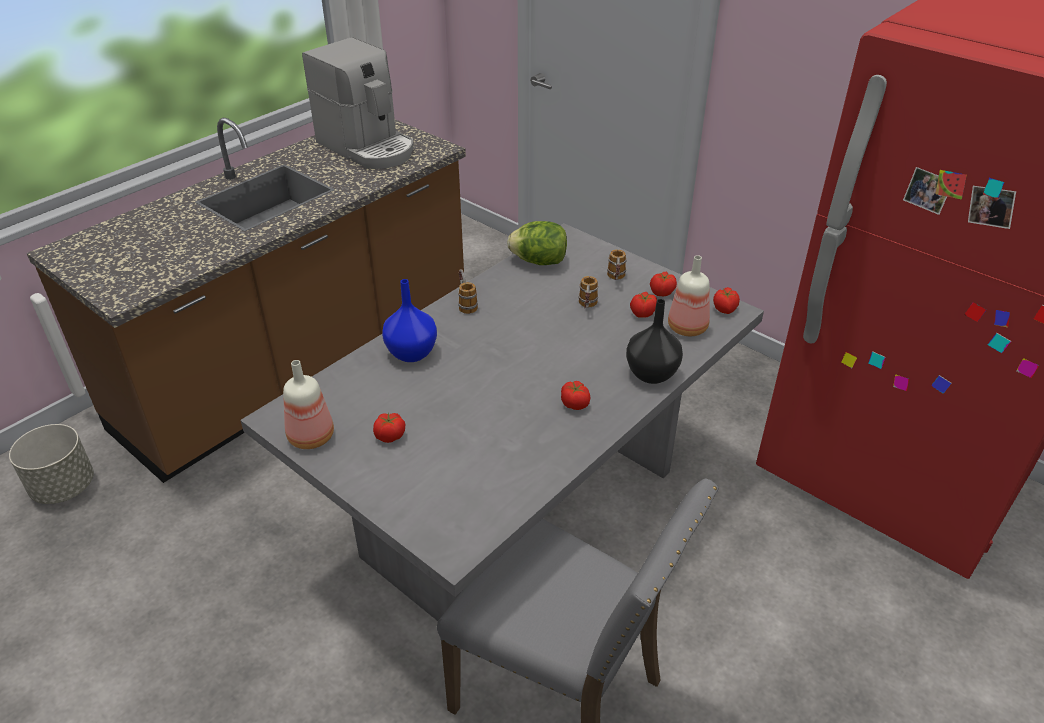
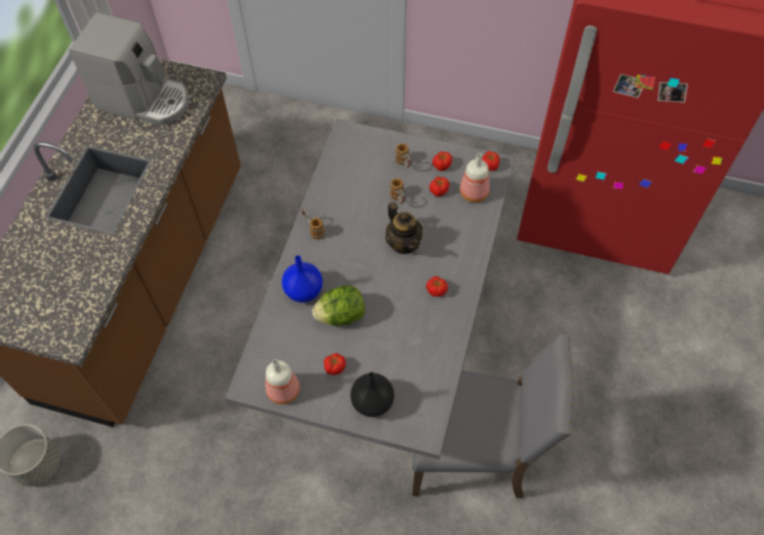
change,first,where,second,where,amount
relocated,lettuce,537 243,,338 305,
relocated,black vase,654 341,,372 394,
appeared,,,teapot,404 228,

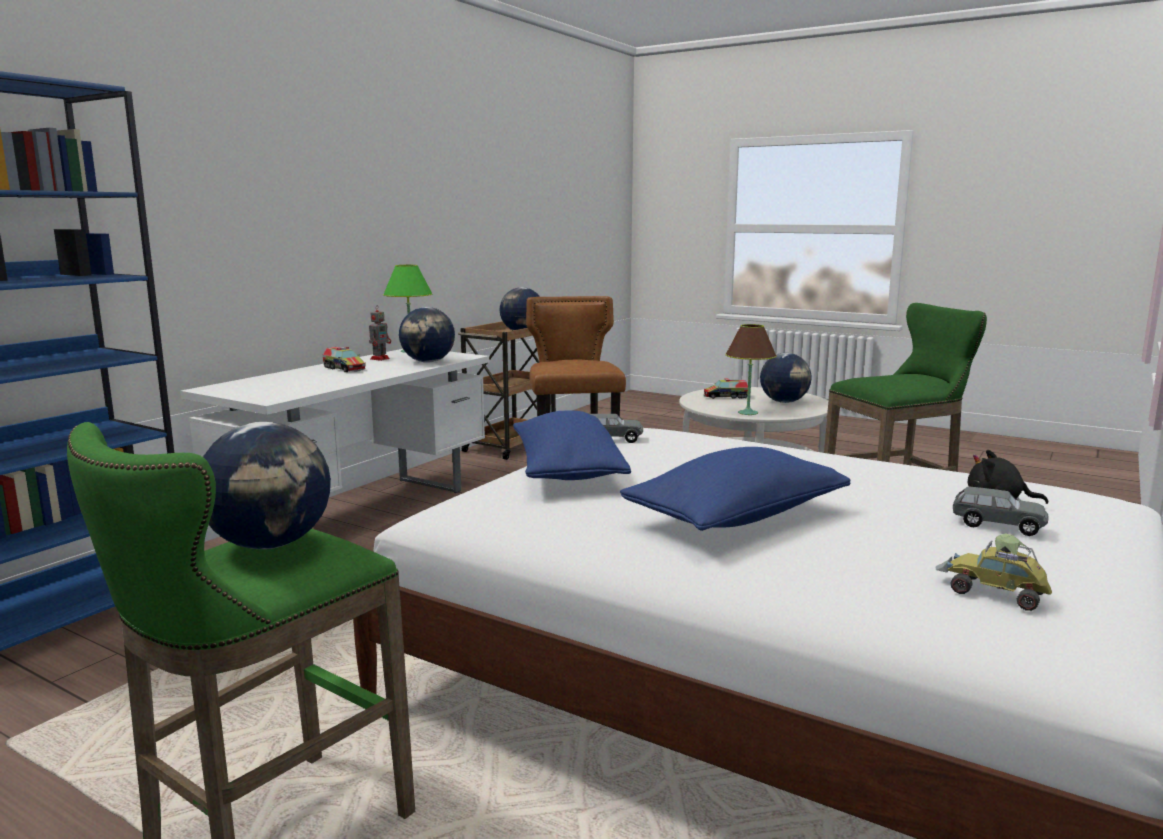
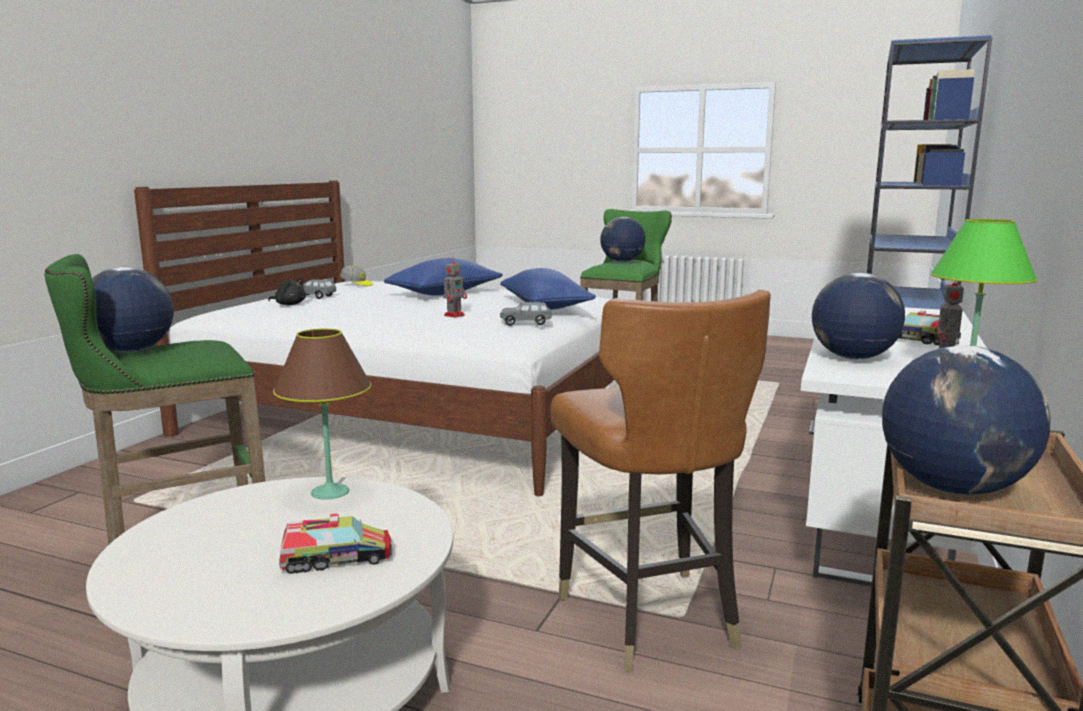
change,first,where,second,where,amount
relocated,globe,786 378,,133 309,
exchanged,toy car,994 572,cap,356 275,
appeared,,,toy robot,455 287,

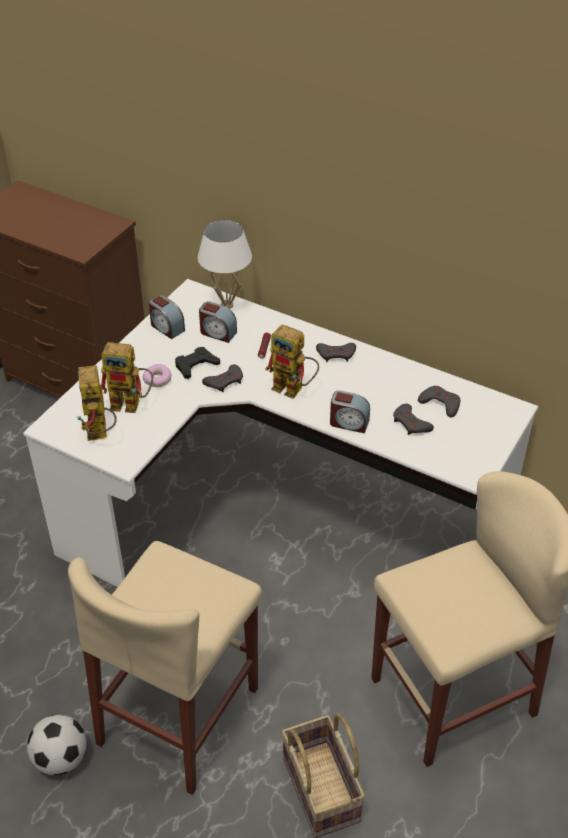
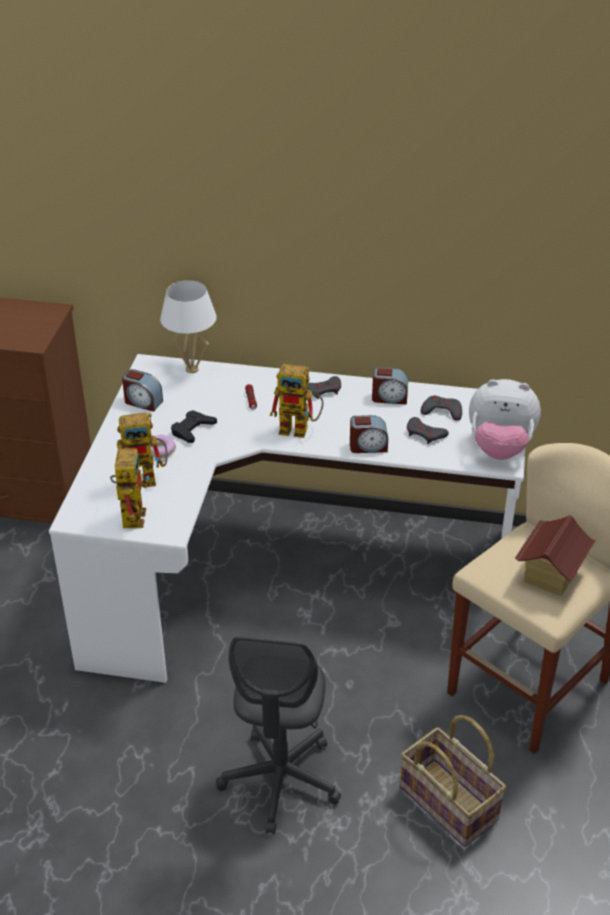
change,first,where,second,where,amount
relocated,alarm clock,218 322,,390 386,
missing,grey game controller,222 378,,,
spun,toy robot,97 403,,130 484,150 degrees counterclockwise
exchanged,beige stool,165 668,grey office chair,278 735,
missing,football,57 744,,,
appeared,,,plush toy,505 419,
appeared,,,toy house,555 555,

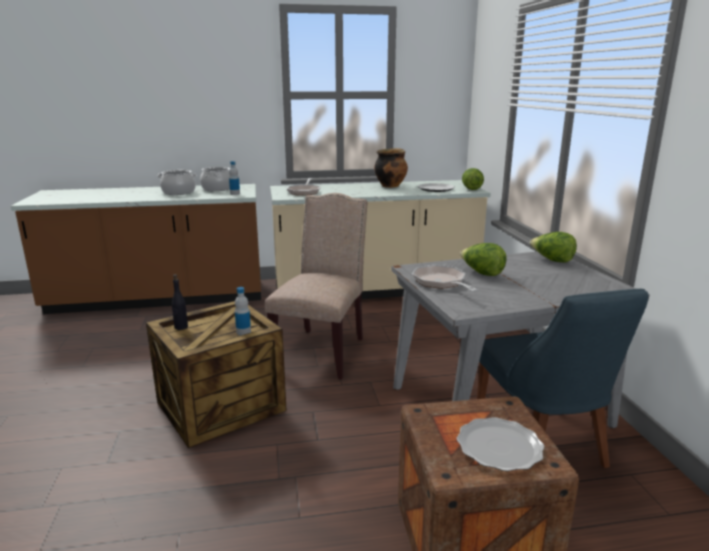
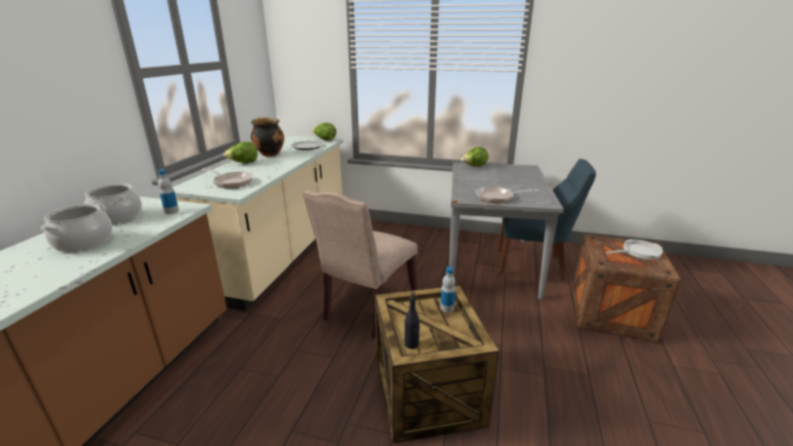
change,first,where,second,where,amount
spun,beige chair,316 286,,360 264,105 degrees counterclockwise
relocated,lettuce,483 259,,240 152,
exchanged,plate,501 444,frying pan,634 249,

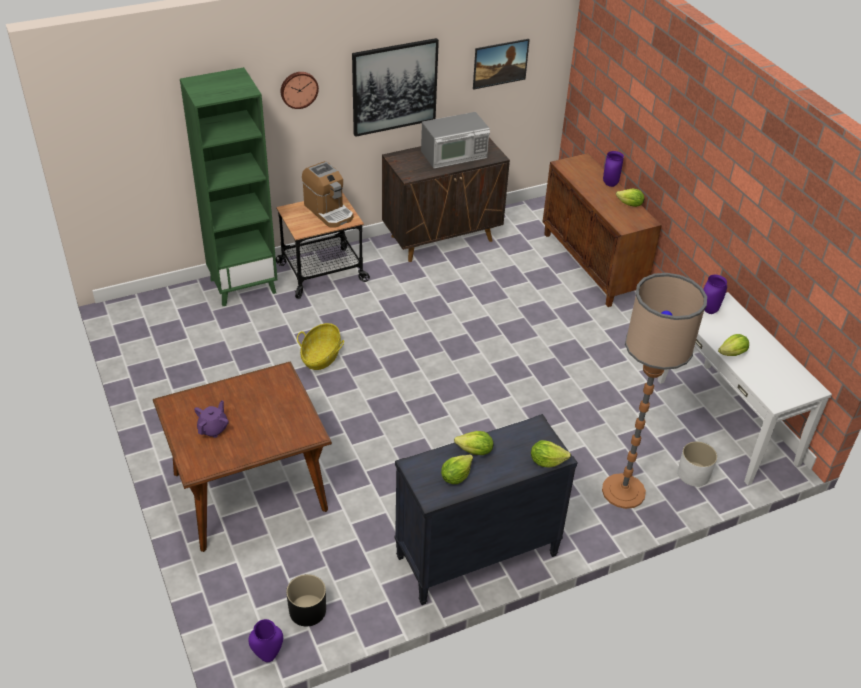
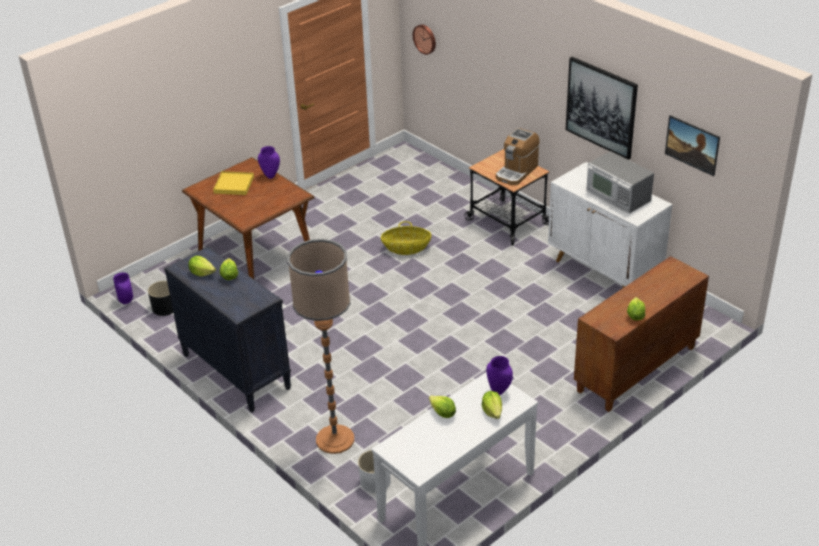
change,first,where,second,where,amount
missing,green bookcase,228 186,,,
relocated,wall clock,299 90,,424 39,
colour,brown cabinet,446 200,white cabinet,610 225,
relocated,purple vase,613 169,,269 162,
exchanged,purple teapot,211 419,yellow tray,233 183,
relocated,lettuce,551 453,,492 405,

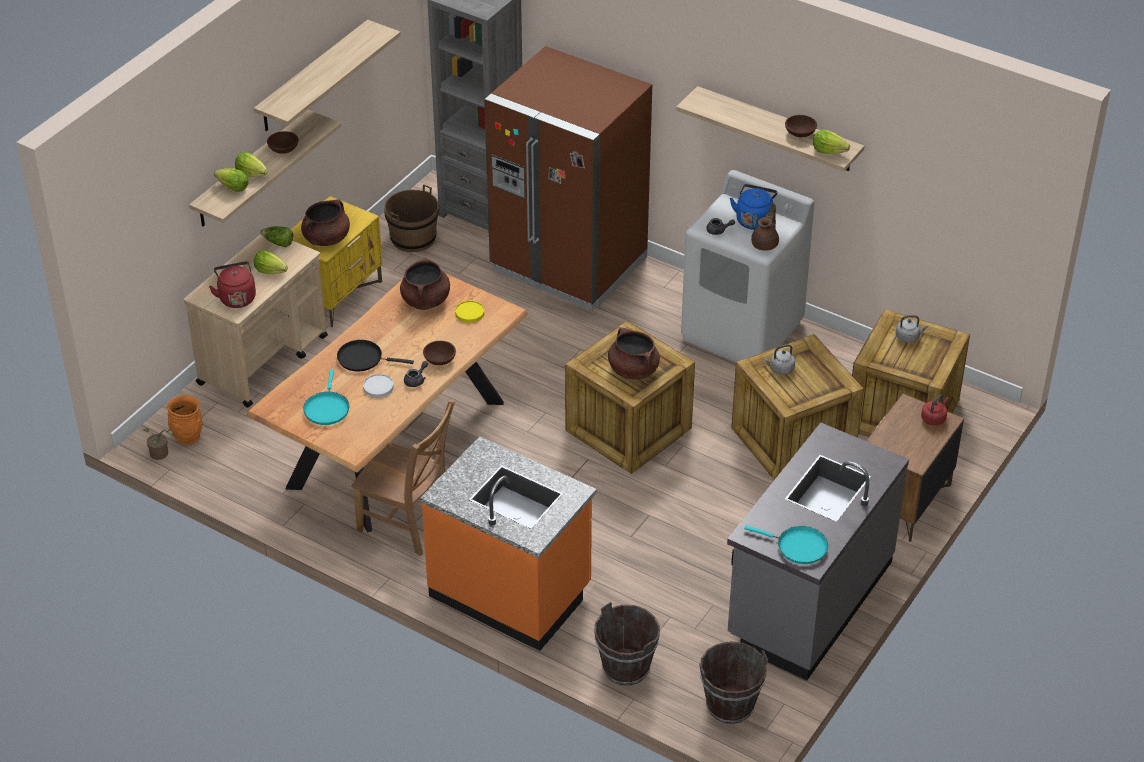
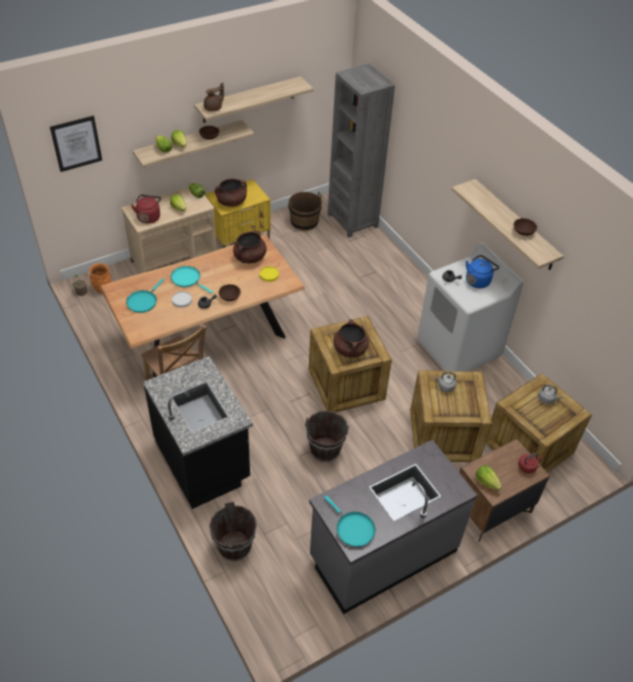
change,first,where,second,where,amount
missing,brown fridge,568 178,,,
relocated,lettuce,831 141,,489 478,
relocated,brown teapot,765 227,,214 96,
colour,black frying pan,375 356,turquoise frying pan,192 280,
colour,orange counter,508 543,black counter,198 432,
relocated,brown bucket,733 682,,327 436,
appeared,,,picture,76 144,

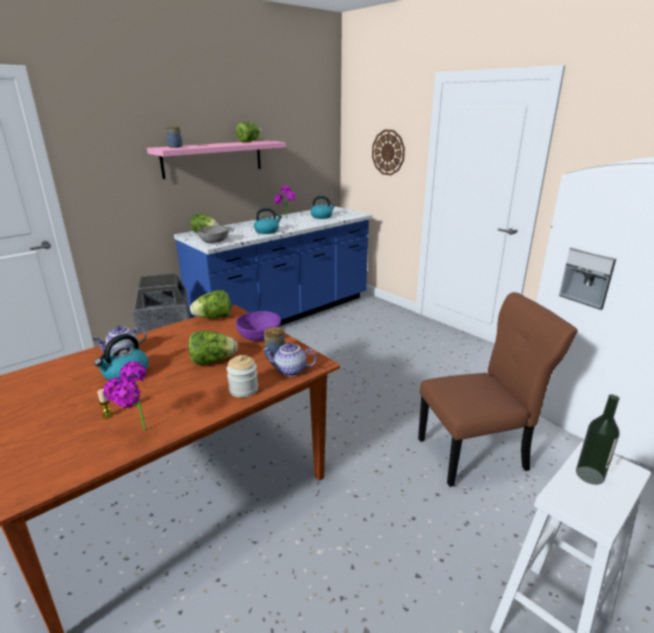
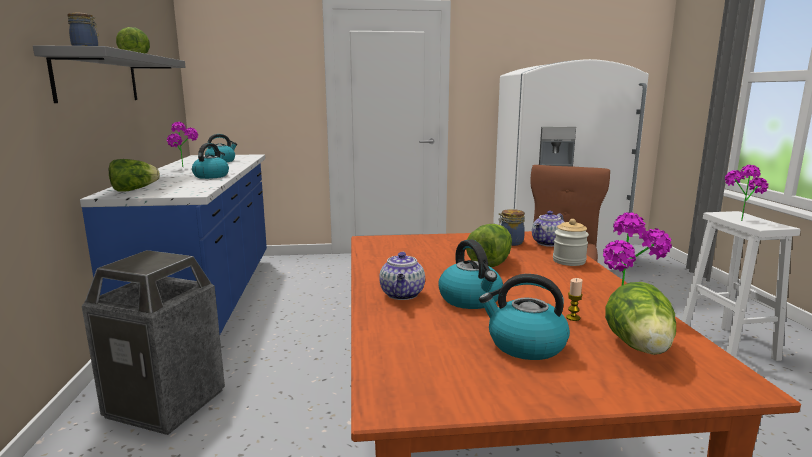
change,first,where,second,where,amount
missing,wall clock,388 153,,,
colour,pink shelf,216 159,grey shelf,109 74,
missing,grey bowl,213 234,,,
relocated,lettuce,210 304,,640 318,
missing,purple bowl,258 326,,,
exchanged,bottle,597 439,potted plant,747 193,
appeared,,,kettle,524 317,

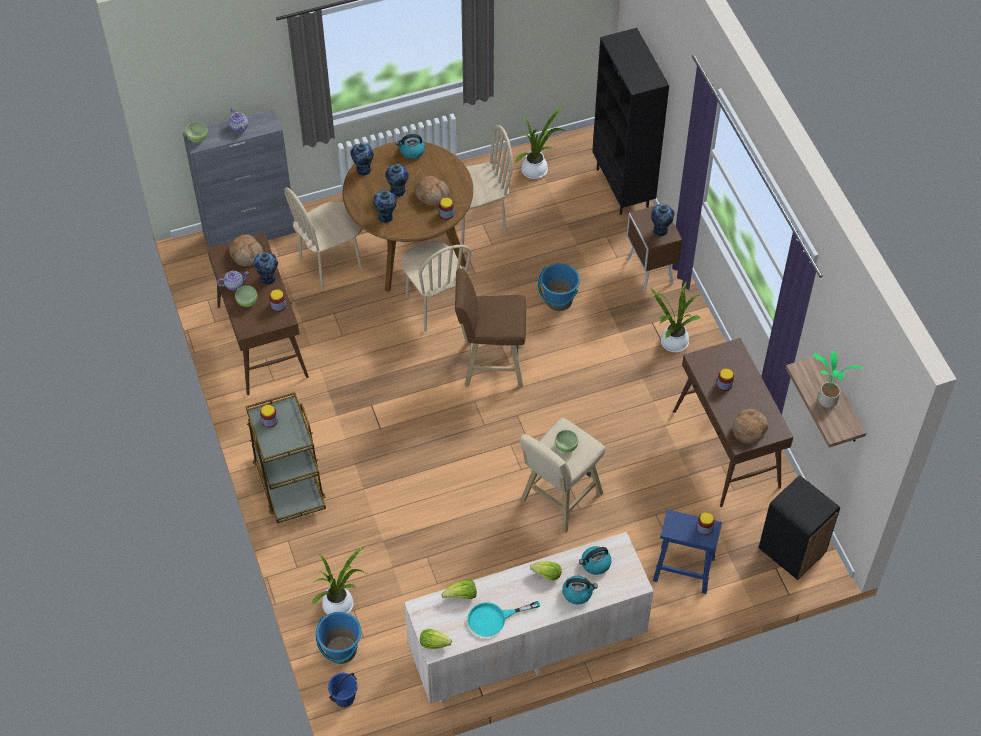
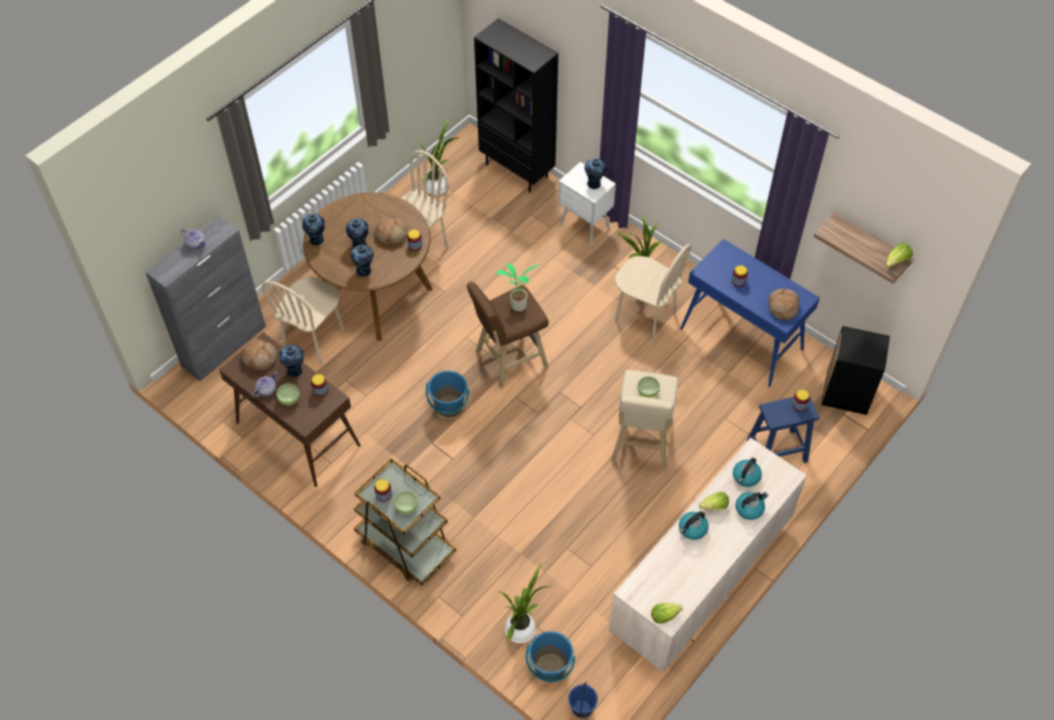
change,first,where,second,where,amount
relocated,green bowl,197 132,,406 502,
relocated,kettle,410 146,,694 525,
colour,brown nightstand,654 247,white nightstand,587 203,
relocated,beige chair,437 286,,653 293,
relocated,blue bucket,559 287,,447 394,
colour,brown console table,733 422,blue console table,750 313,
relocated,potted plant,838 379,,517 287,
relocated,lettuce,459 589,,899 255,
missing,turquoise frying pan,503 619,,,

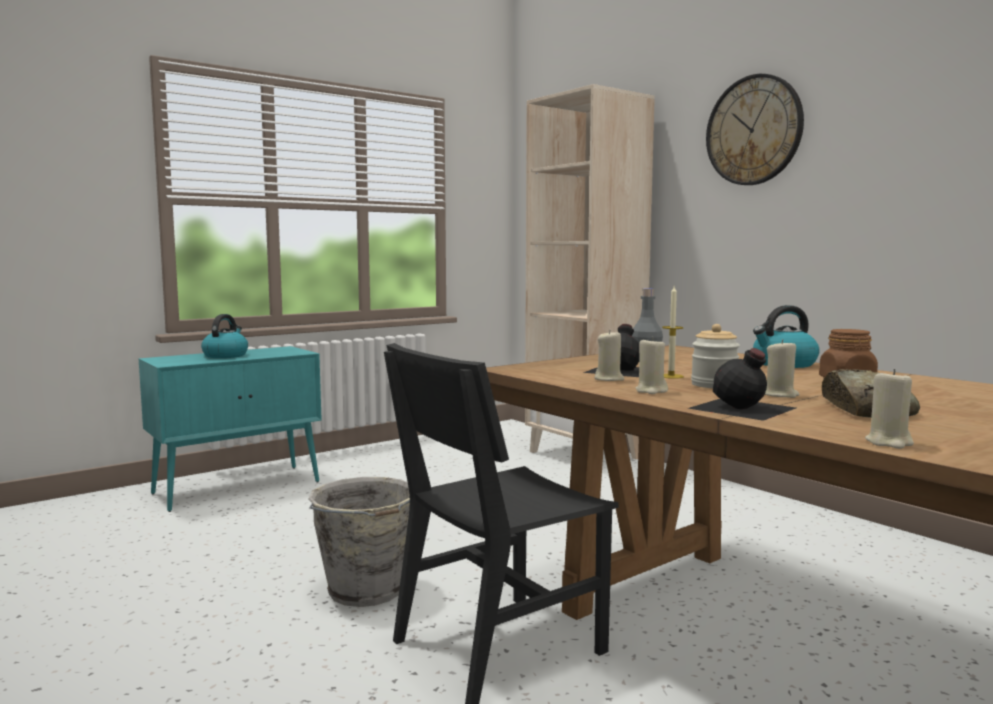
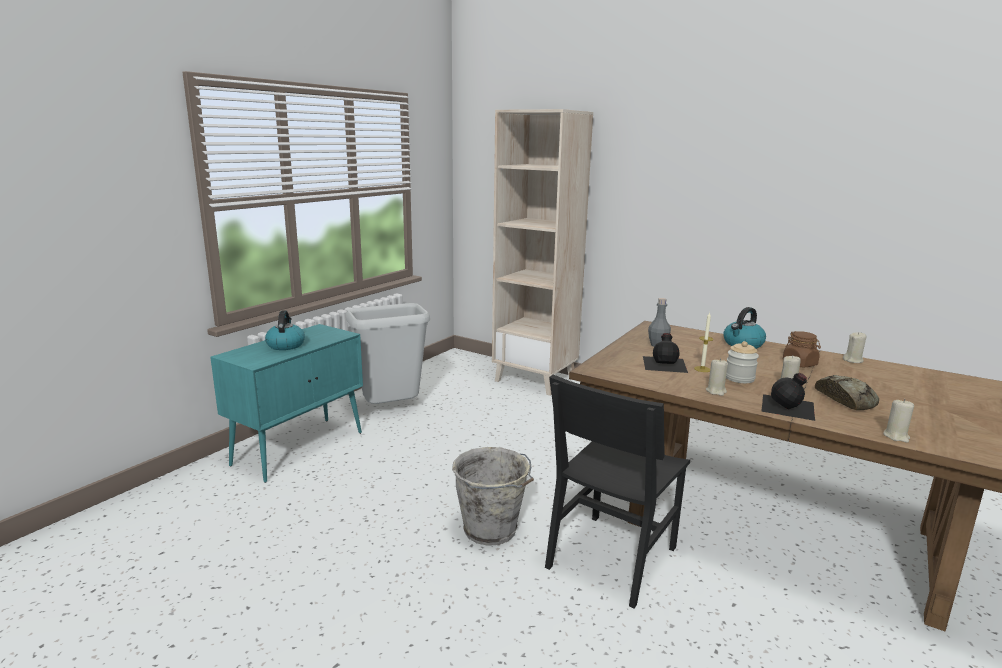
change,first,where,second,where,amount
missing,wall clock,755 129,,,
relocated,beige candle,609 355,,854 347,
appeared,,,grey trash can,388 353,

